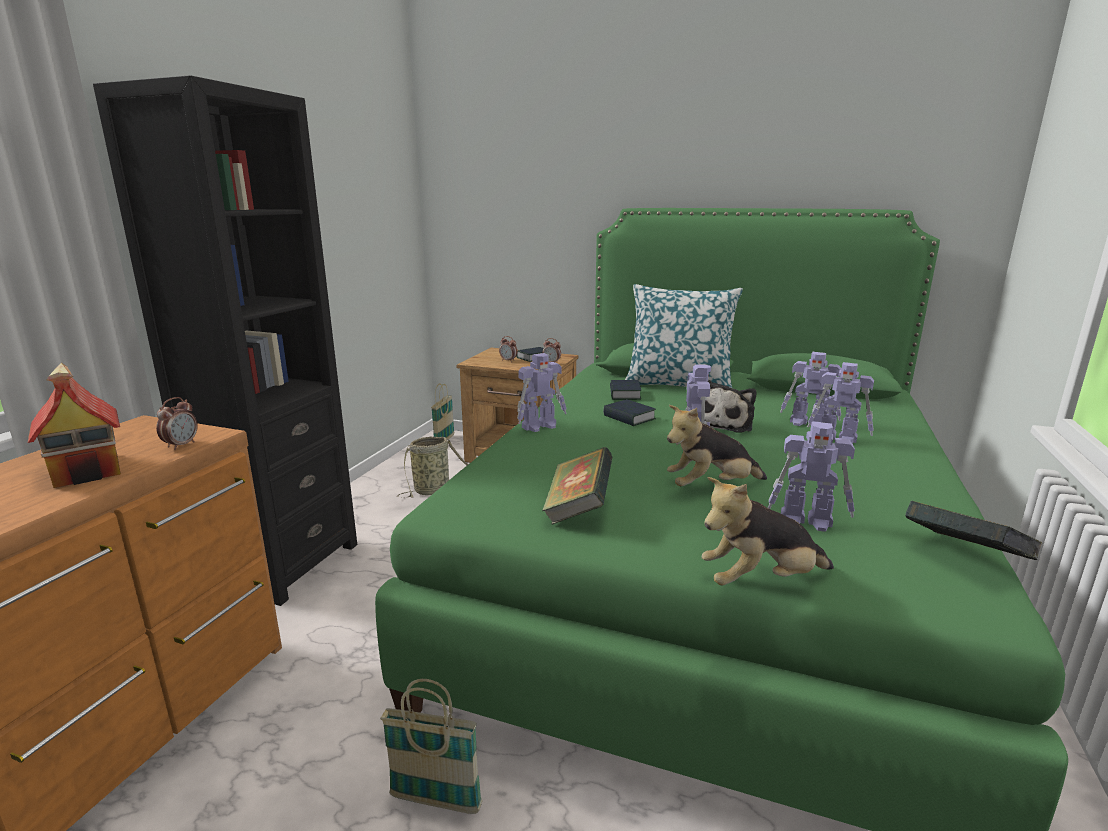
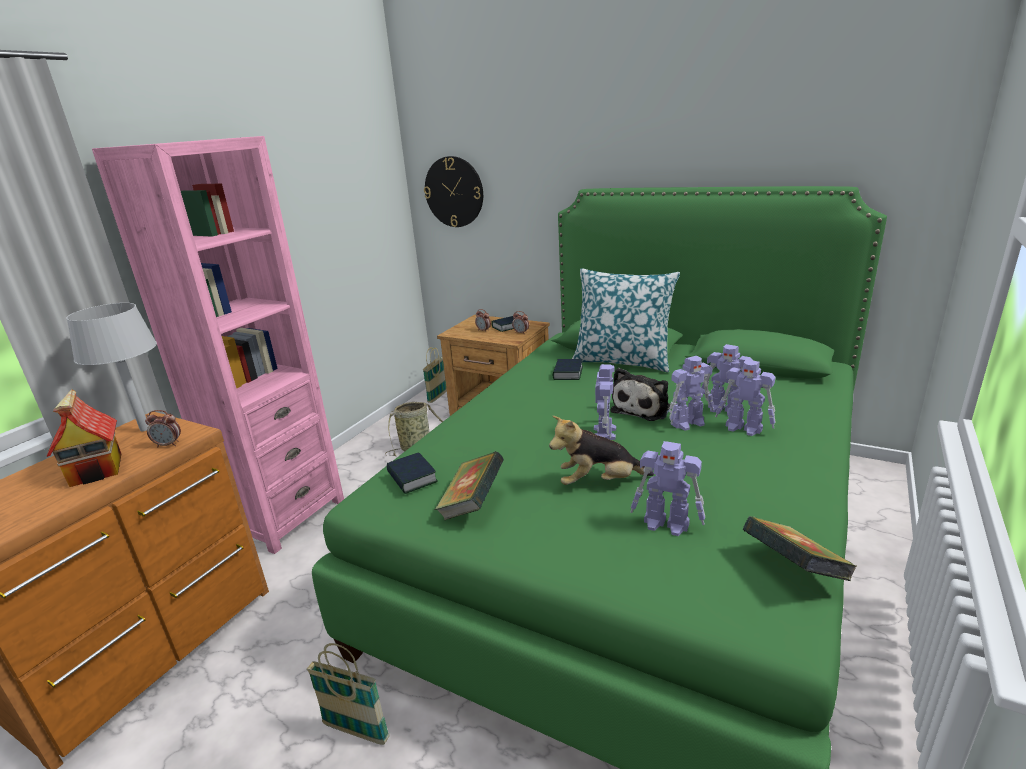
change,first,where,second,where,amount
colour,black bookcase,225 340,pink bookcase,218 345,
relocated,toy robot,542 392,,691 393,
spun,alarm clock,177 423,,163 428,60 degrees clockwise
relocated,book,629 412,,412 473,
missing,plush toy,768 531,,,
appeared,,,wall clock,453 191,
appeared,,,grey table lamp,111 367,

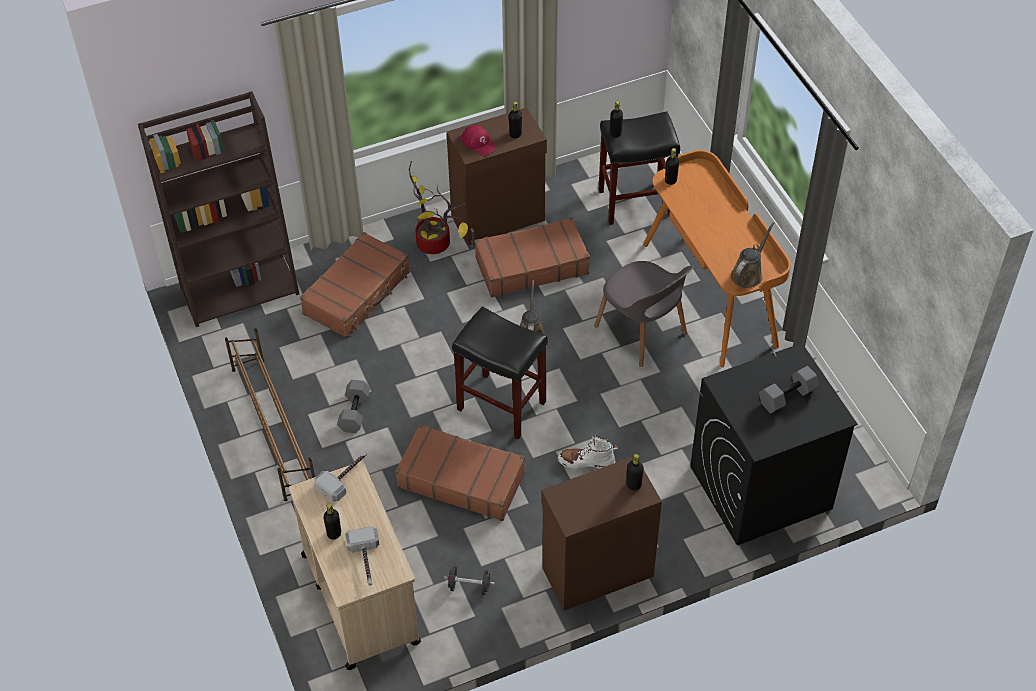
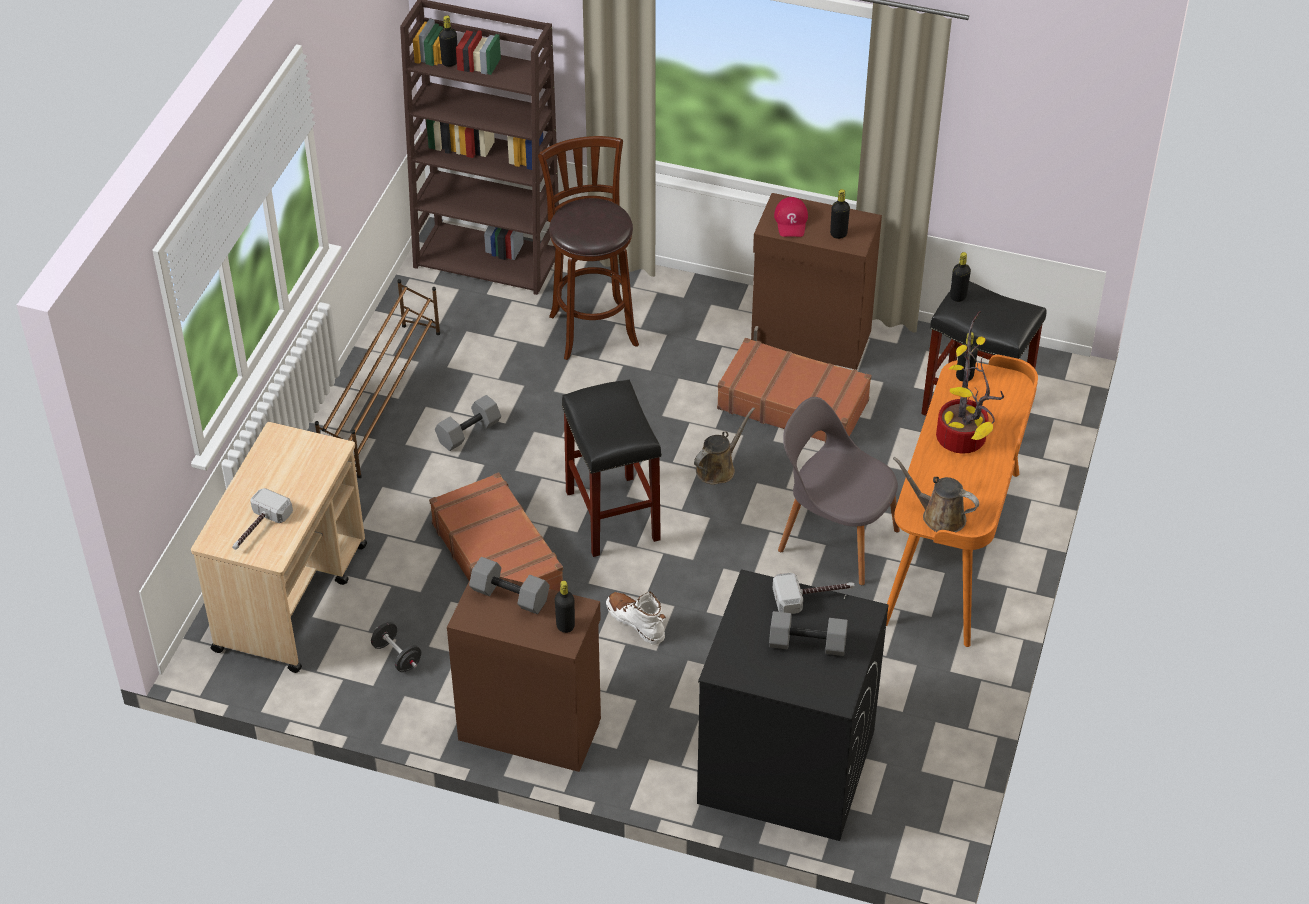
change,first,where,second,where,amount
relocated,potted plant,438 207,,970 382,
spun,brown watering can,752 255,,936 494,135 degrees counterclockwise
exchanged,brown suitcase,355 285,brown stool,588 248,
spun,grey chair,644 314,,839 491,120 degrees clockwise
relocated,hammer,340 477,,814 593,
relocated,black bottle,332 521,,448 41,
appeared,,,grey dumbbell,509 585,

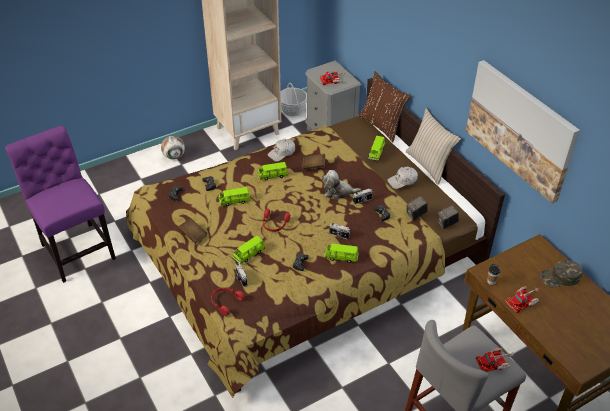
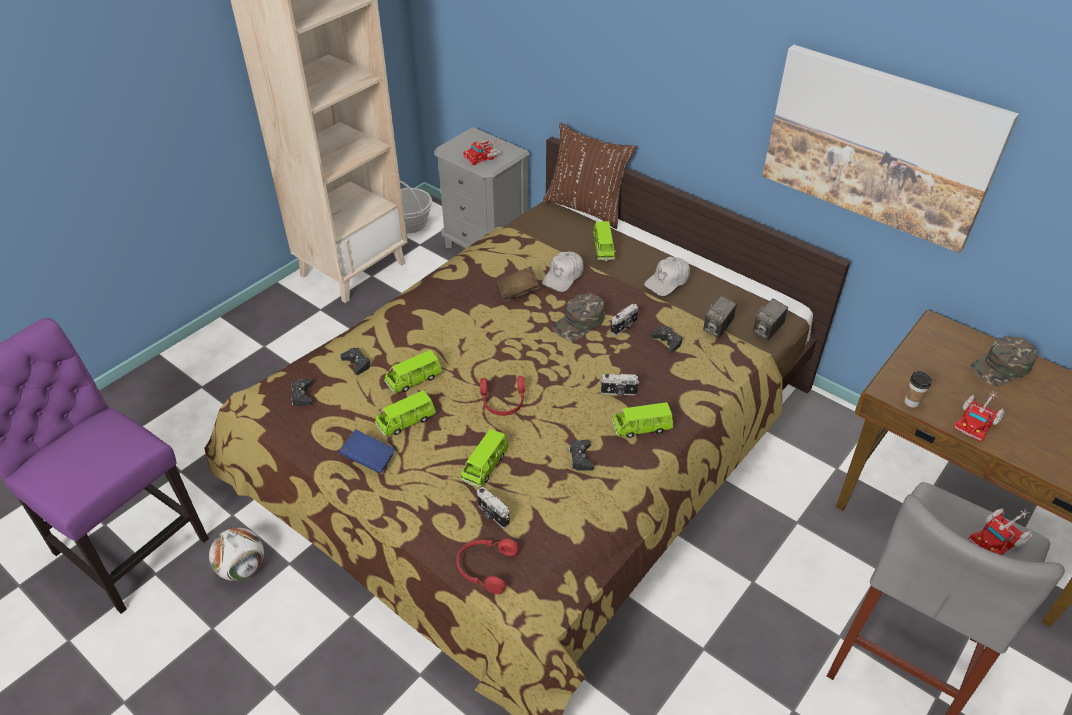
change,first,where,second,where,amount
missing,beige pillow,433 146,,,
relocated,football,173 148,,236 554,
relocated,white cap,281 150,,562 272,
relocated,green toy car,272 171,,405 413,
exchanged,plush toy,341 185,green cap,578 317,
colour,brown book,193 231,blue book,367 451,

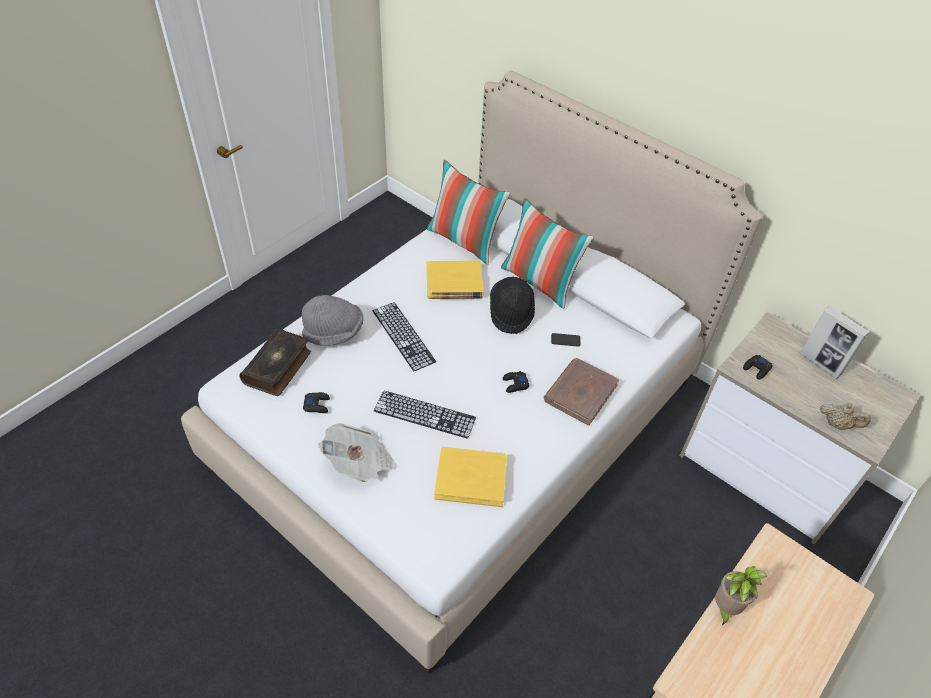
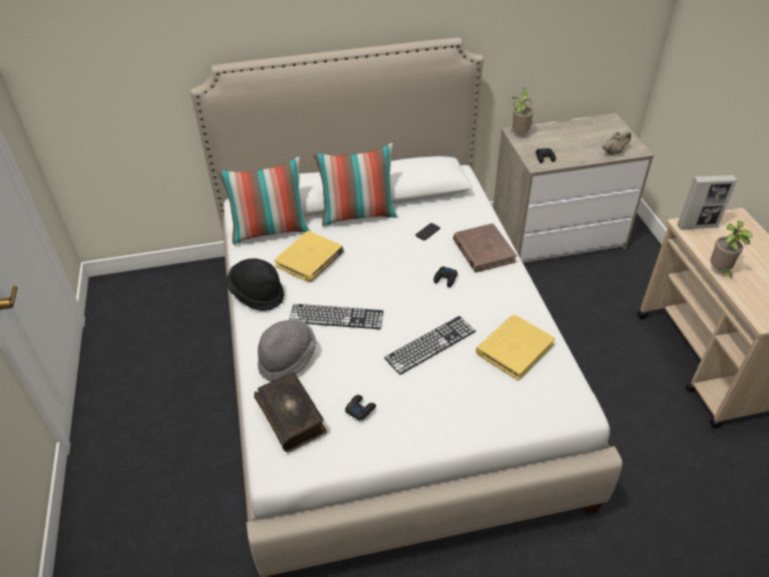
change,first,where,second,where,amount
relocated,black hat,512 305,,255 284,
relocated,picture frame,834 342,,707 202,
missing,newspaper,357 452,,,
appeared,,,potted plant,522 110,

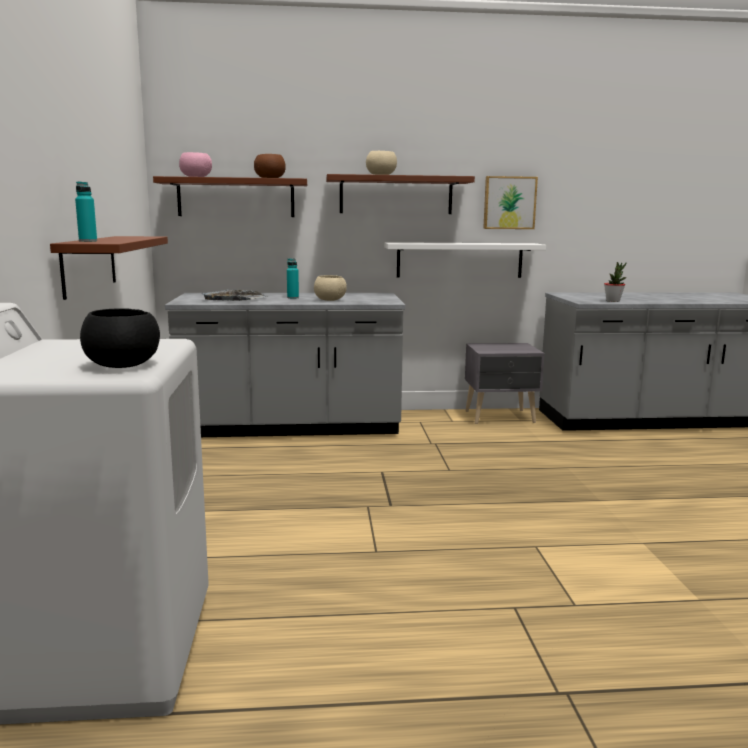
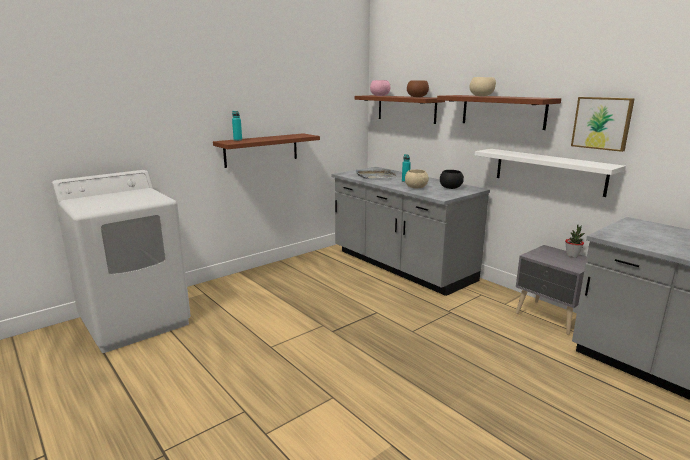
change,first,where,second,where,amount
relocated,potted plant,615 282,,575 241,
relocated,black bowl,120 338,,452 179,

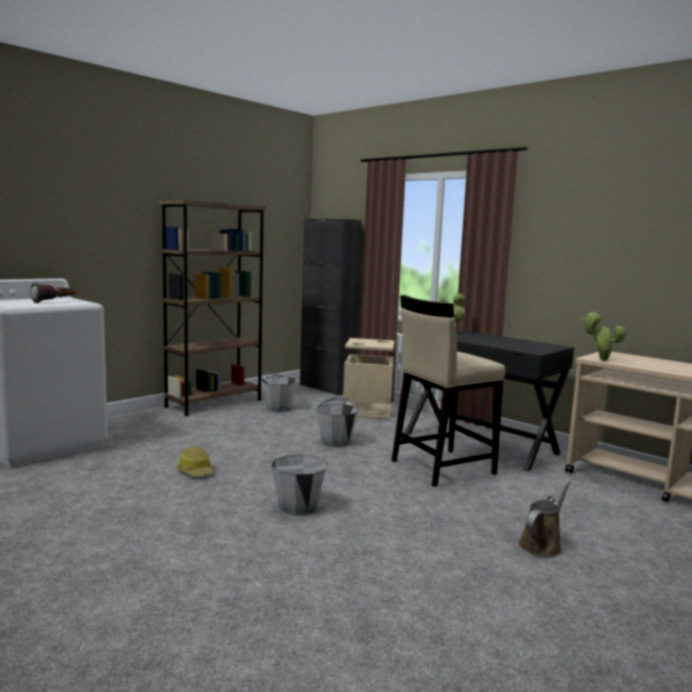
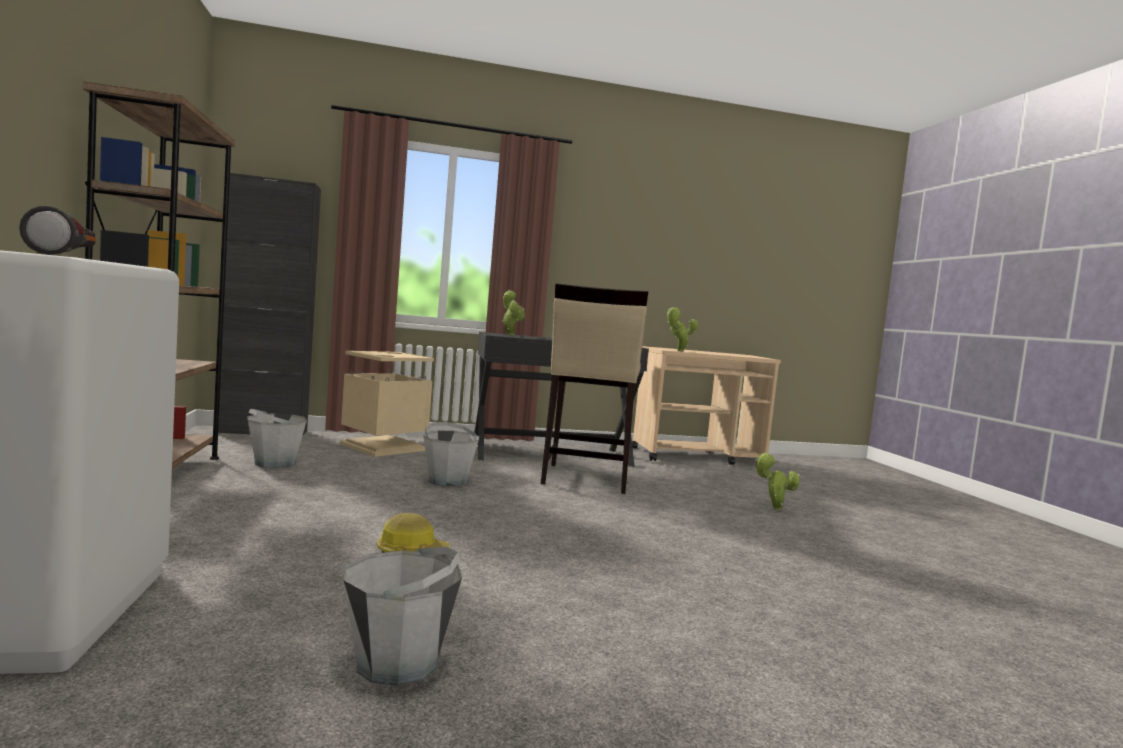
change,first,where,second,where,amount
relocated,grey bucket,300 485,,402 616,
exchanged,brown watering can,544 519,potted plant,778 481,

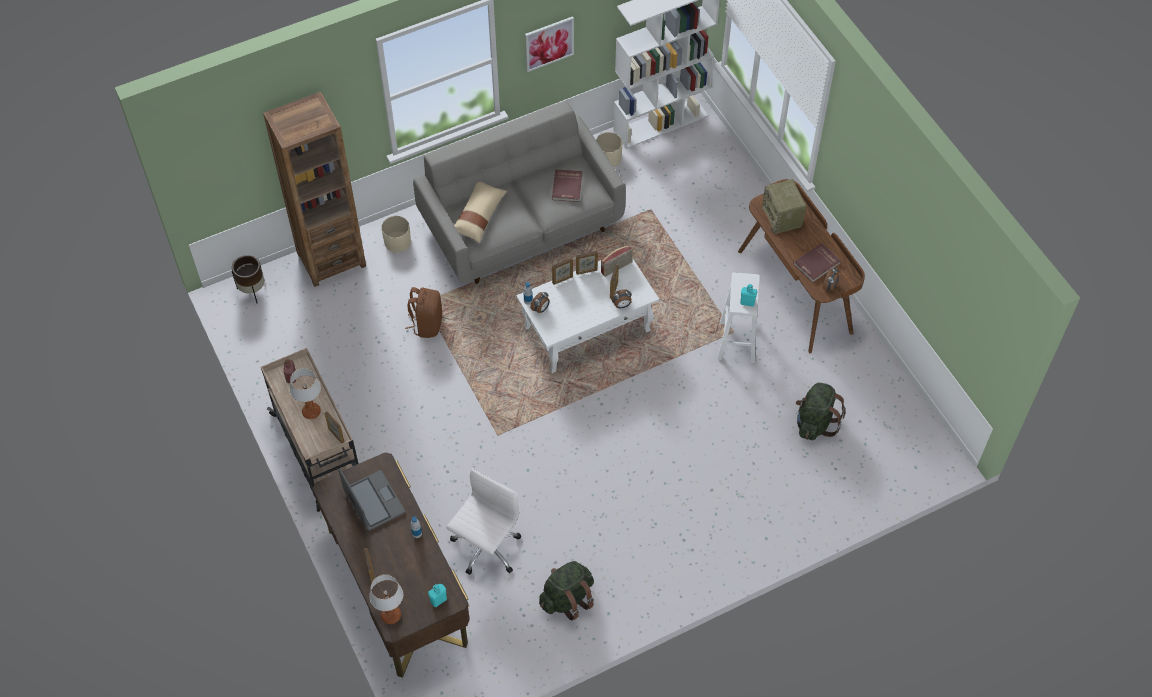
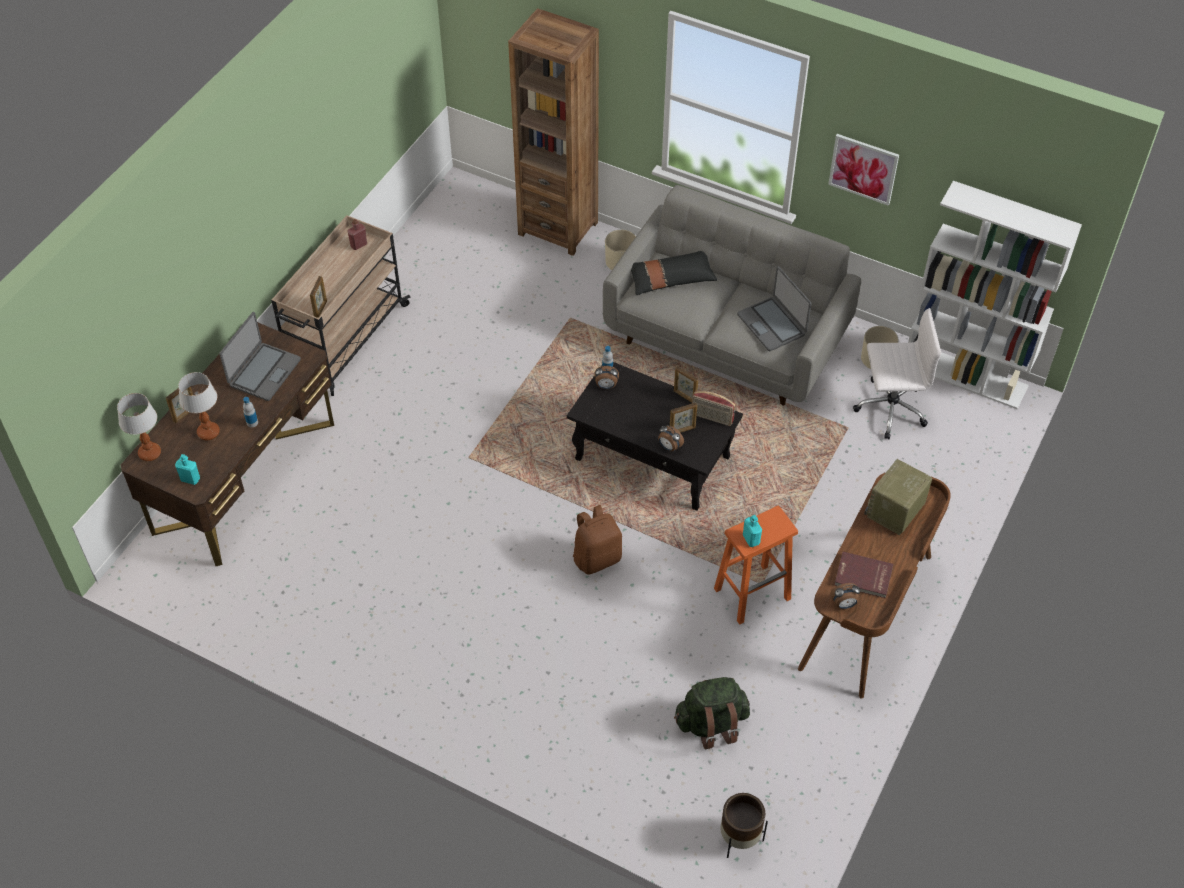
change,first,where,second,where,amount
exchanged,red book,567 185,laptop,774 308,
colour,beige pillow,480 212,black pillow,674 273,
relocated,brown planter,248 279,,744 825,
missing,picture frame,562 271,,,
colour,white coffee table,587 316,black coffee table,655 436,
colour,white stool,738 317,orange stool,756 565,
relocated,brown backpack,423 312,,597 540,
relocated,table lamp,305 393,,199 406,
relocated,white office chair,483 521,,897 374,
missing,green backpack,566 591,,,

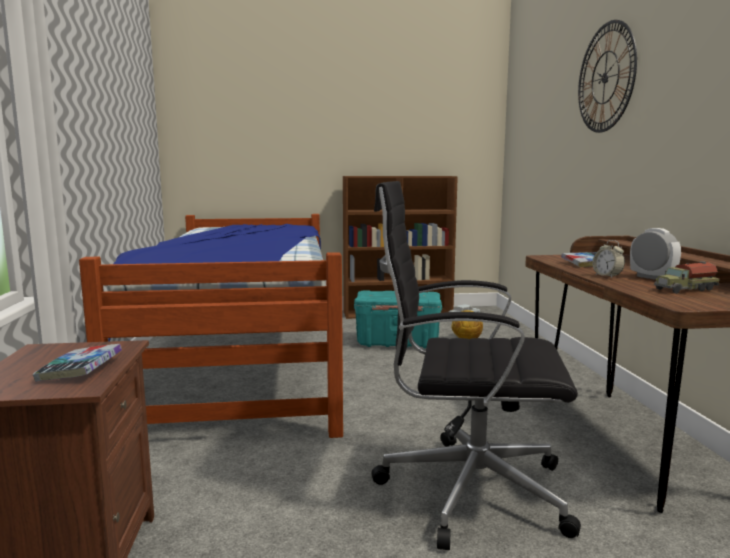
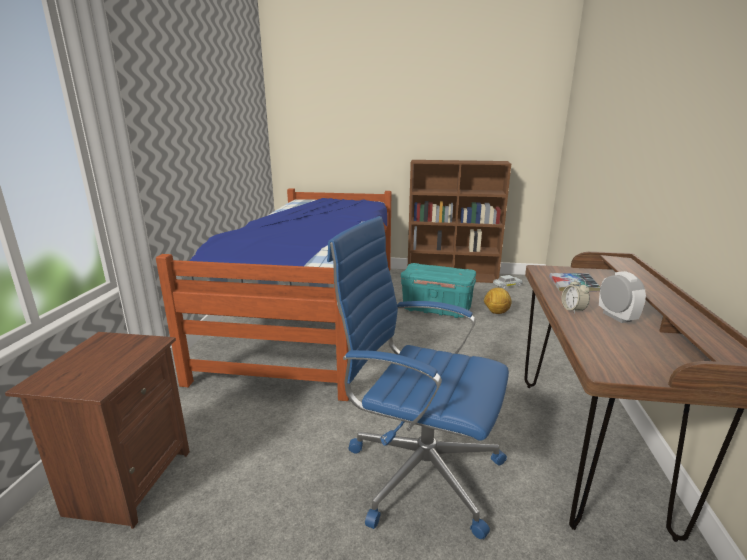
change,first,where,second,where,amount
missing,wall clock,607 76,,,
colour,black office chair,476 365,blue office chair,418 378,
missing,toy truck,687 277,,,
missing,book,77 363,,,

